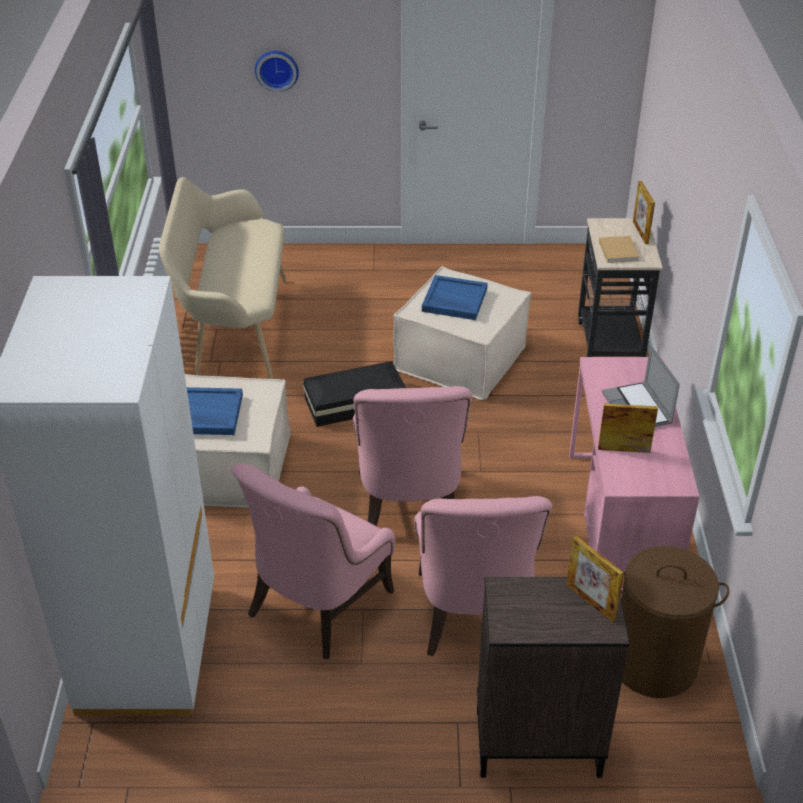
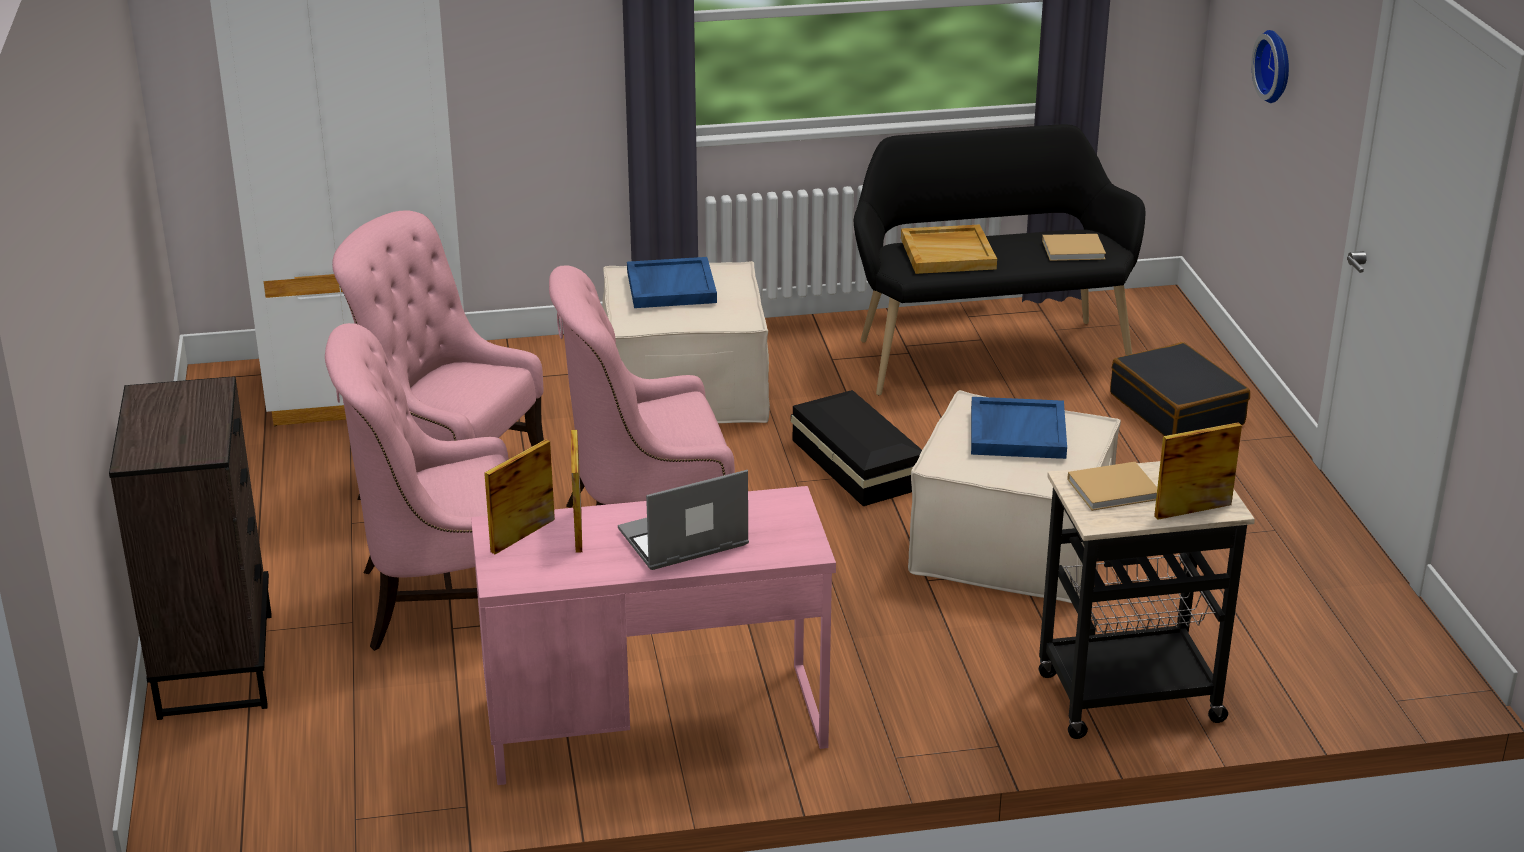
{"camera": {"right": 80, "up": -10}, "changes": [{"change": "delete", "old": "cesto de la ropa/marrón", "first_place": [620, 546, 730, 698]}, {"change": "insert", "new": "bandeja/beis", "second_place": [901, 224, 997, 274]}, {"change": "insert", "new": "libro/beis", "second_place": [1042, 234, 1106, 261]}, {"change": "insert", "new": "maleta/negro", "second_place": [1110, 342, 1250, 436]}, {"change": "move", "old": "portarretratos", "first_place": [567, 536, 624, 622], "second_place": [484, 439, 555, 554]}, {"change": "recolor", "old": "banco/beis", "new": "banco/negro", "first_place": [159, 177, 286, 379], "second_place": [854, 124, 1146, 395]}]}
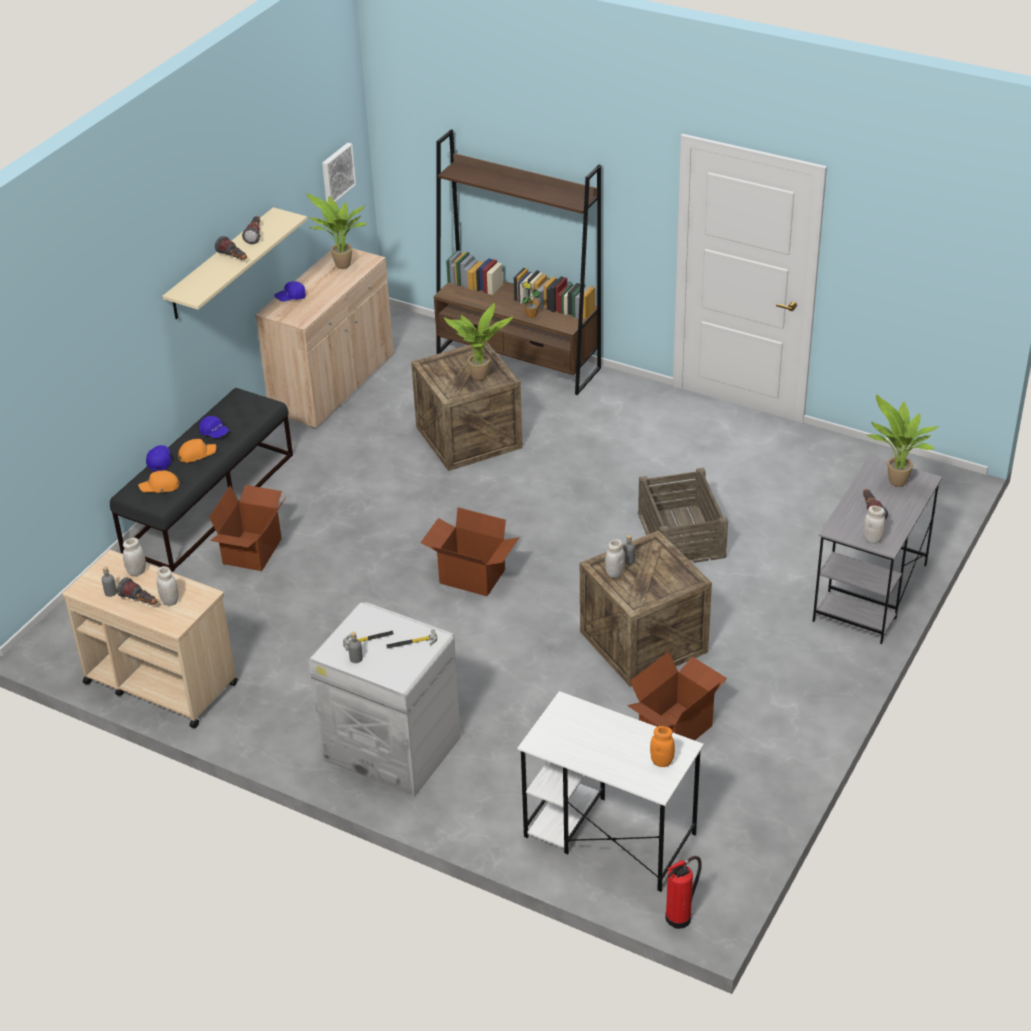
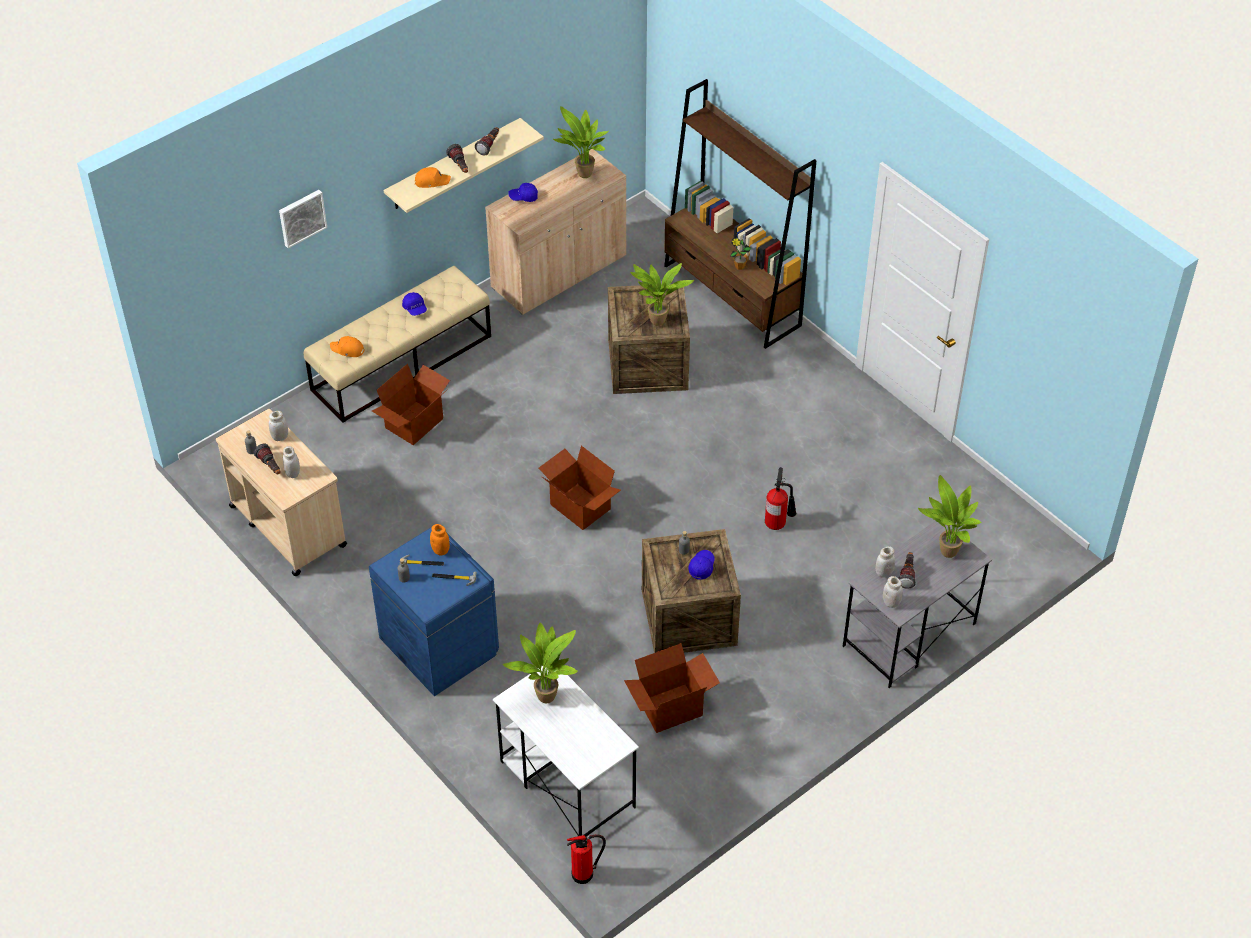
{"camera": {"right": 20, "up": 10}, "changes": [{"change": "insert", "new": "planta en maceta", "second_place": [503, 622, 578, 703]}, {"change": "move", "old": "gorra/azul", "first_place": [146, 445, 171, 471], "second_place": [688, 550, 715, 580]}, {"change": "move", "old": "gorra/naranja", "first_place": [178, 439, 217, 463], "second_place": [415, 167, 451, 188]}, {"change": "move", "old": "cuadro", "first_place": [322, 143, 356, 202], "second_place": [279, 190, 327, 249]}, {"change": "move", "old": "tarro/blanco", "first_place": [605, 539, 625, 578], "second_place": [876, 546, 895, 578]}, {"change": "move", "old": "tarro/naranja", "first_place": [650, 726, 675, 767], "second_place": [430, 524, 450, 555]}, {"change": "replace", "old": "caja de embalaje", "new": "extintor", "first_place": [638, 468, 728, 563], "second_place": [765, 467, 796, 530]}, {"change": "recolor", "old": "banco/negro", "new": "banco/beis", "first_place": [110, 388, 293, 572], "second_place": [304, 266, 491, 423]}, {"change": "recolor", "old": "lavadora/blanco", "new": "lavadora/azul", "first_place": [308, 602, 461, 797], "second_place": [369, 527, 499, 696]}]}
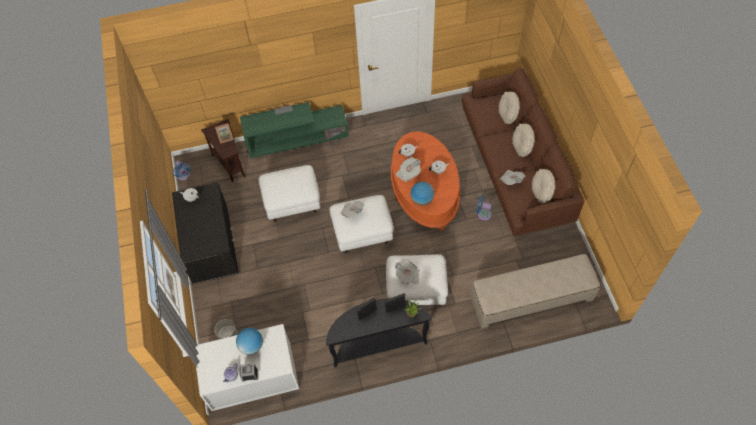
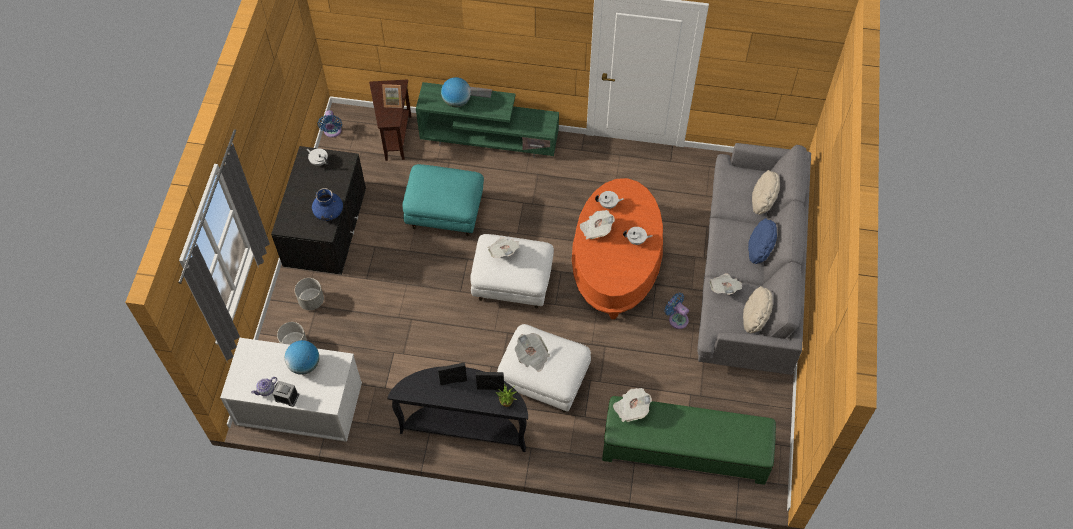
{"camera": {"right": 20, "up": 0}, "changes": [{"change": "insert", "new": "maceta/gris", "second_place": [295, 278, 324, 310]}, {"change": "insert", "new": "florero/azul", "second_place": [312, 188, 343, 221]}, {"change": "insert", "new": "periódico", "second_place": [613, 388, 652, 422]}, {"change": "move", "old": "globo terráqueo", "first_place": [411, 182, 434, 205], "second_place": [441, 77, 471, 107]}, {"change": "recolor", "old": "puf/blanco", "new": "puf/turquesa", "first_place": [259, 165, 320, 222], "second_place": [403, 164, 484, 236]}, {"change": "recolor", "old": "sofá/marrón", "new": "sofá/gris", "first_place": [462, 68, 584, 236], "second_place": [697, 143, 811, 375]}, {"change": "recolor", "old": "banco/beis", "new": "banco/verde", "first_place": [470, 254, 600, 328], "second_place": [602, 396, 776, 485]}, {"change": "recolor", "old": "cojín/beis", "new": "cojín/azul", "first_place": [512, 124, 535, 157], "second_place": [748, 218, 777, 264]}]}
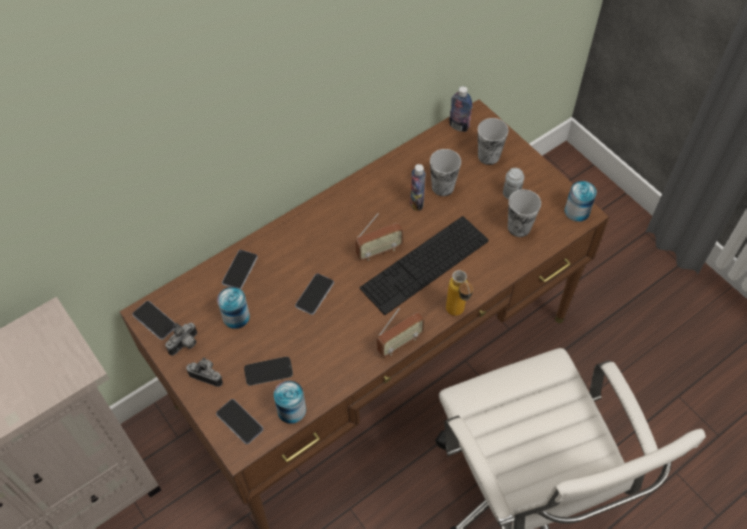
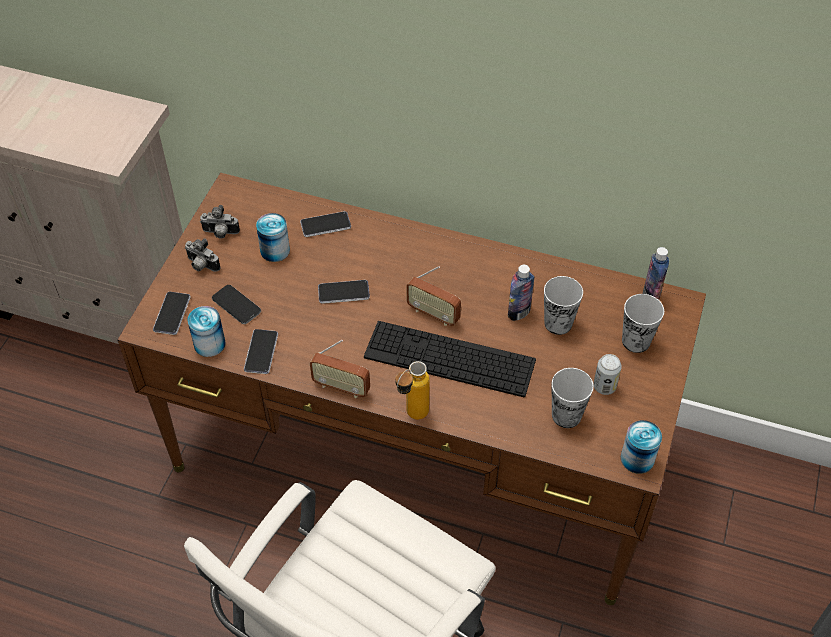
{"camera": {"right": 55, "up": -5}, "changes": [{"change": "move", "old": "móvil", "first_place": [132, 301, 175, 340], "second_place": [244, 329, 278, 374]}, {"change": "rotate", "old": "cámara", "first_place": [186, 357, 223, 387], "second_place": [185, 238, 220, 272], "degrees": 135}]}
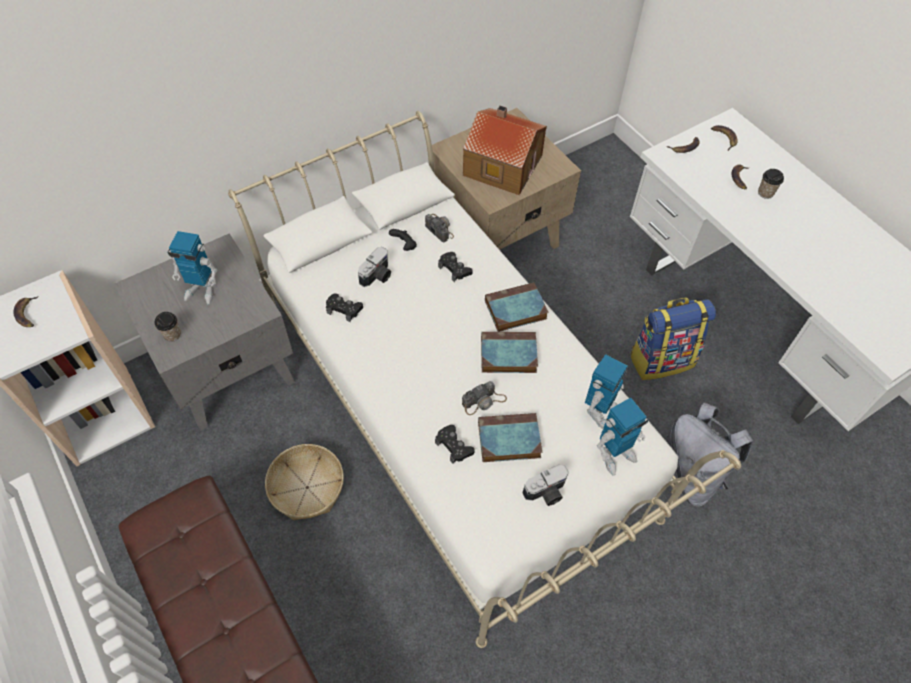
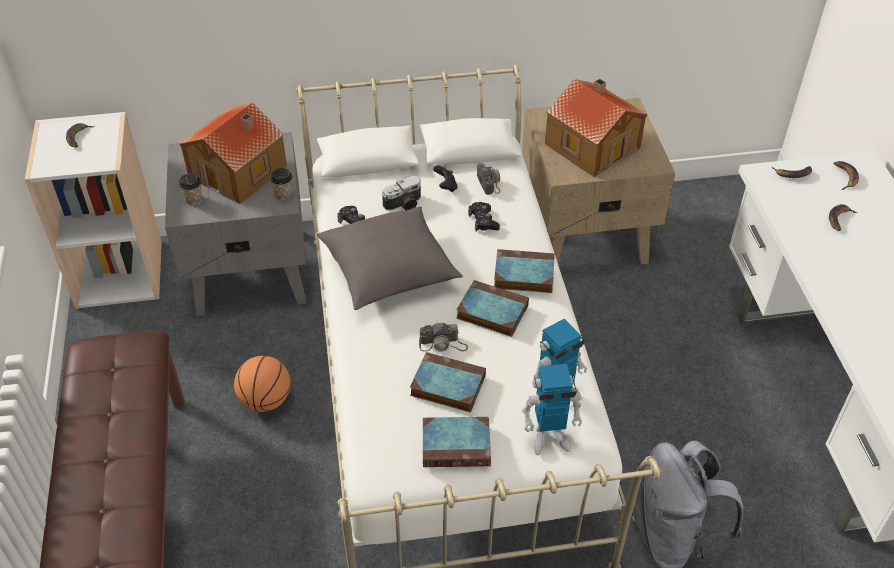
{"camera": {"right": 25, "up": -10}, "changes": [{"change": "delete", "old": "mando de consola/negro", "first_place": [435, 425, 475, 464]}, {"change": "delete", "old": "mochila", "first_place": [630, 297, 716, 380]}, {"change": "insert", "new": "cojín/gris", "second_place": [317, 207, 463, 310]}, {"change": "move", "old": "taza", "first_place": [758, 169, 784, 199], "second_place": [270, 168, 292, 200]}, {"change": "replace", "old": "robot de juguete", "new": "casita", "first_place": [167, 231, 217, 304], "second_place": [180, 102, 287, 204]}, {"change": "replace", "old": "cesta", "new": "balón de baloncesto", "first_place": [265, 444, 344, 520], "second_place": [234, 356, 291, 412]}, {"change": "replace", "old": "cámara", "new": "libro", "first_place": [522, 465, 569, 506], "second_place": [423, 417, 491, 467]}]}
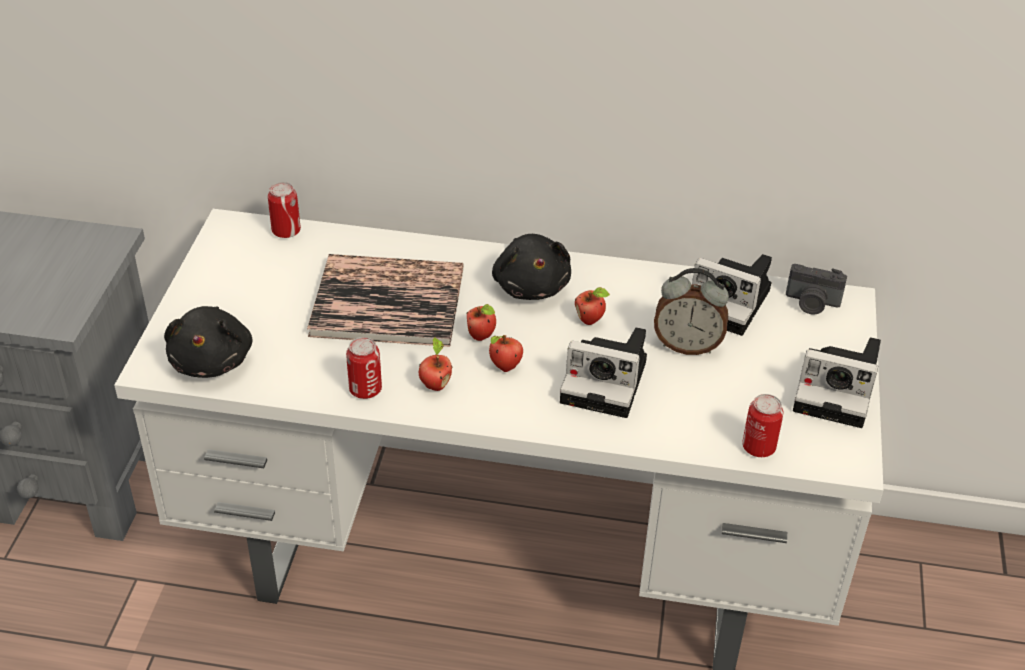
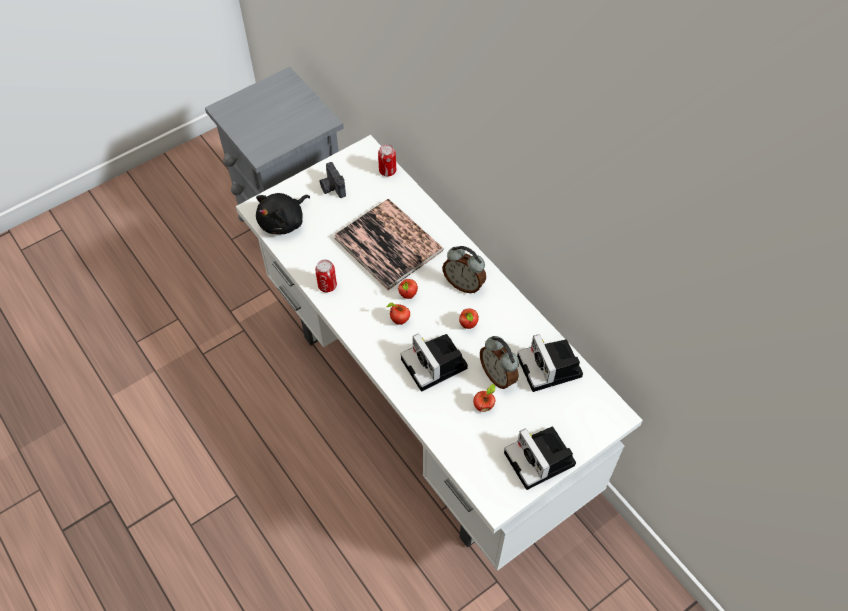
{"camera": {"right": 45, "up": 15}, "changes": [{"change": "delete", "old": "lata", "first_place": [742, 394, 784, 457]}, {"change": "move", "old": "manzana", "first_place": [419, 337, 452, 391], "second_place": [473, 384, 495, 412]}, {"change": "move", "old": "cámara", "first_place": [786, 264, 847, 315], "second_place": [320, 162, 346, 198]}, {"change": "replace", "old": "peluche/negro", "new": "despertador", "first_place": [492, 234, 571, 300], "second_place": [442, 246, 486, 293]}]}
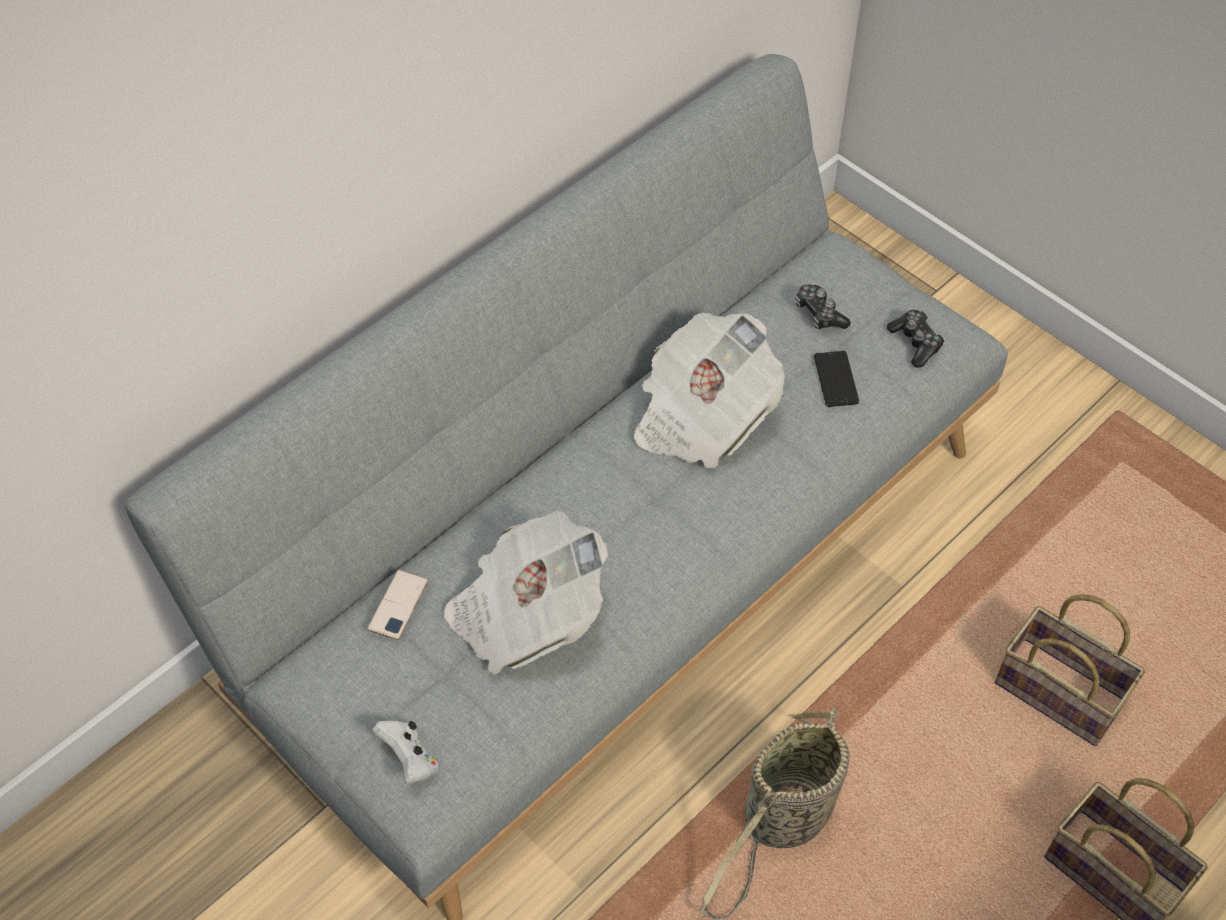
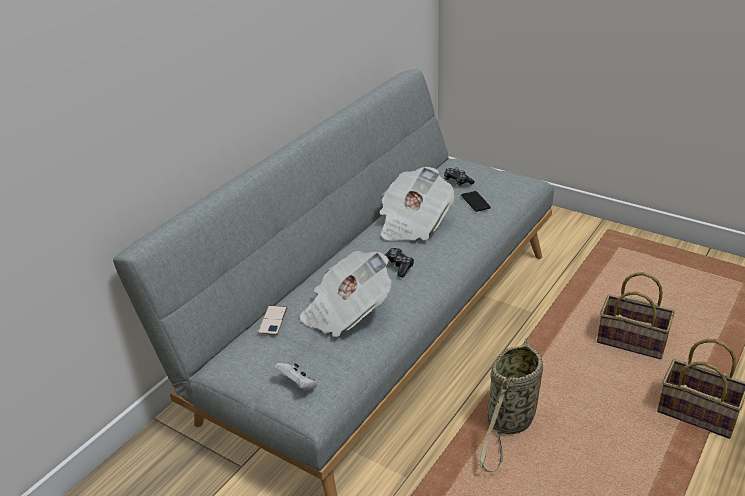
{"camera": {"right": -10, "up": -20}, "changes": [{"change": "move", "old": "mando de consola", "first_place": [887, 310, 945, 368], "second_place": [385, 248, 414, 277]}]}
